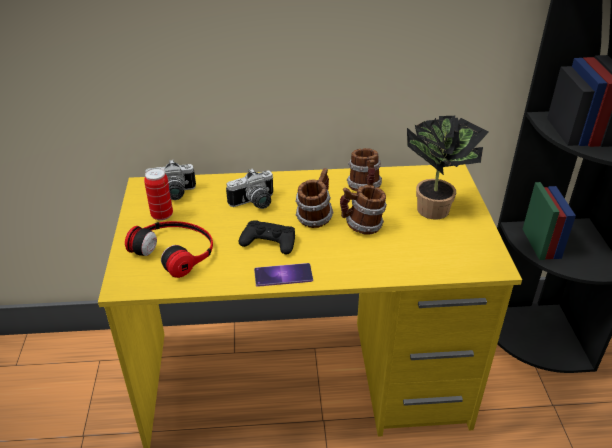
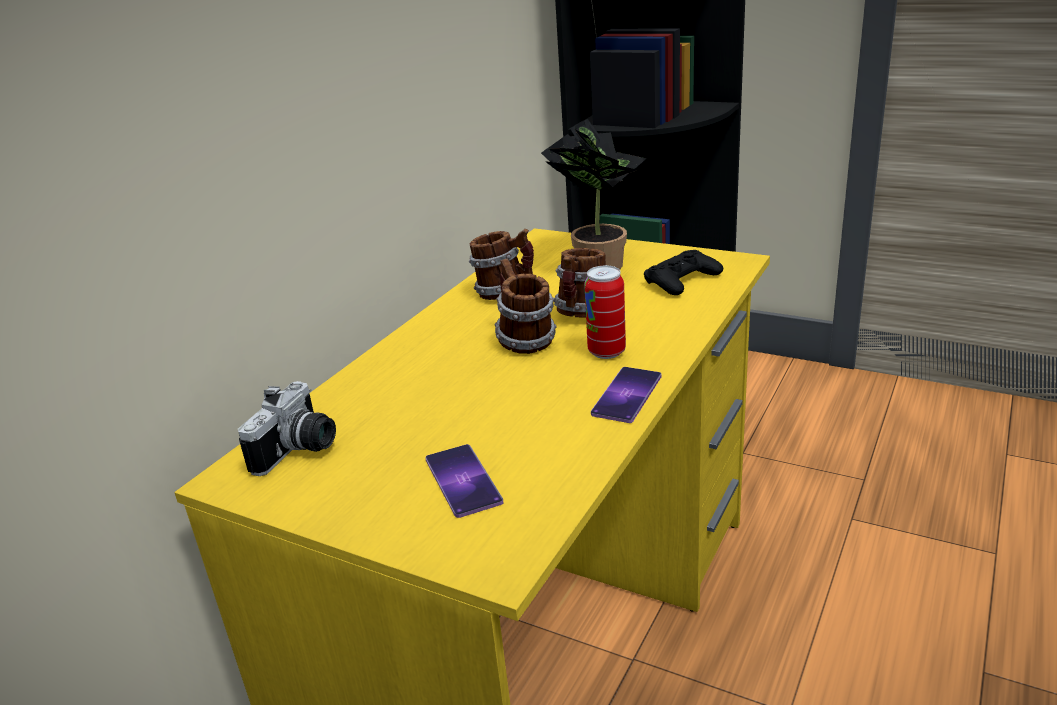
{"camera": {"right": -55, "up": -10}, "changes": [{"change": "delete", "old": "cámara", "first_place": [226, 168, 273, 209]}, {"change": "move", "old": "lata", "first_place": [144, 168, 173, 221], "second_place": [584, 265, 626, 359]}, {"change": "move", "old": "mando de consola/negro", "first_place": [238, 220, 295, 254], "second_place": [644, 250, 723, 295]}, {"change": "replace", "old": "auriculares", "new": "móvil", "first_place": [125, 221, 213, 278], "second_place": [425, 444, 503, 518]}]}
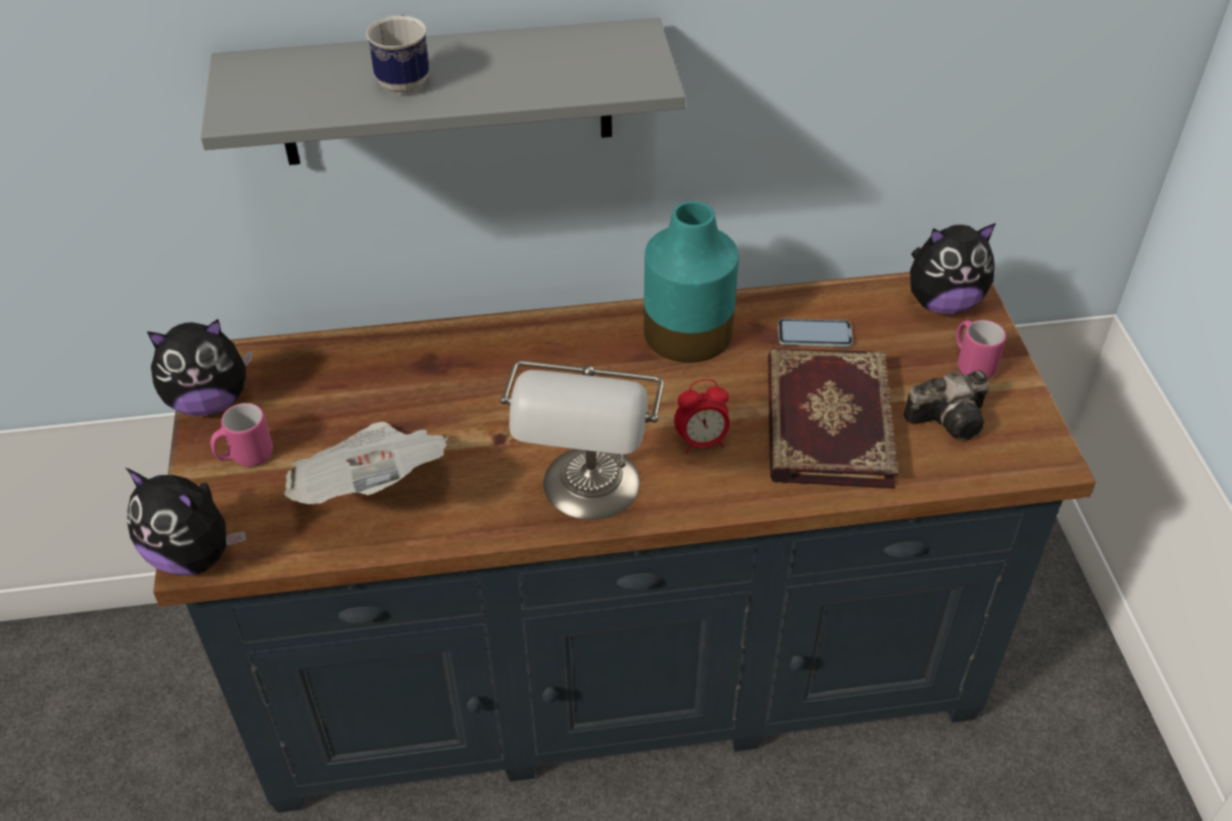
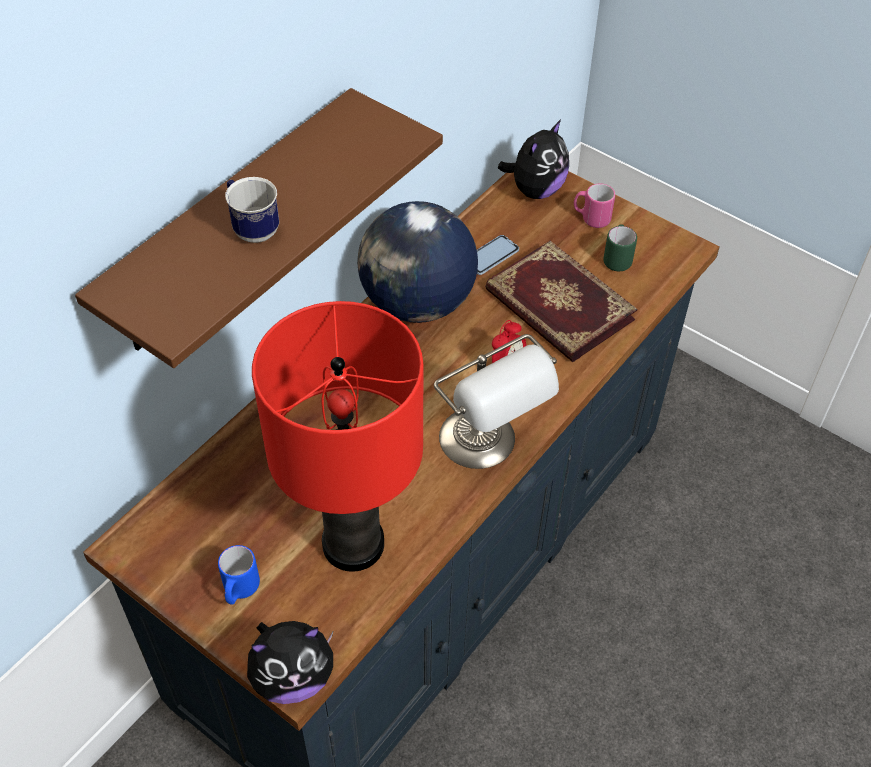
{"camera": {"right": -45, "up": 5}, "changes": [{"change": "delete", "old": "peluche", "first_place": [147, 319, 252, 416]}, {"change": "replace", "old": "periódico", "new": "lámpara de mesa/rojo", "first_place": [284, 422, 448, 504], "second_place": [252, 301, 423, 572]}, {"change": "replace", "old": "florero/turquesa", "new": "globo terráqueo", "first_place": [644, 201, 739, 363], "second_place": [357, 201, 478, 323]}, {"change": "replace", "old": "cámara", "new": "taza grande/verde", "first_place": [904, 370, 989, 441], "second_place": [603, 224, 637, 271]}, {"change": "recolor", "old": "estante/gris", "new": "estante/marrón", "first_place": [201, 18, 685, 165], "second_place": [75, 88, 443, 368]}, {"change": "recolor", "old": "taza grande/rosa", "new": "taza grande/azul", "first_place": [211, 403, 273, 467], "second_place": [218, 545, 260, 605]}]}
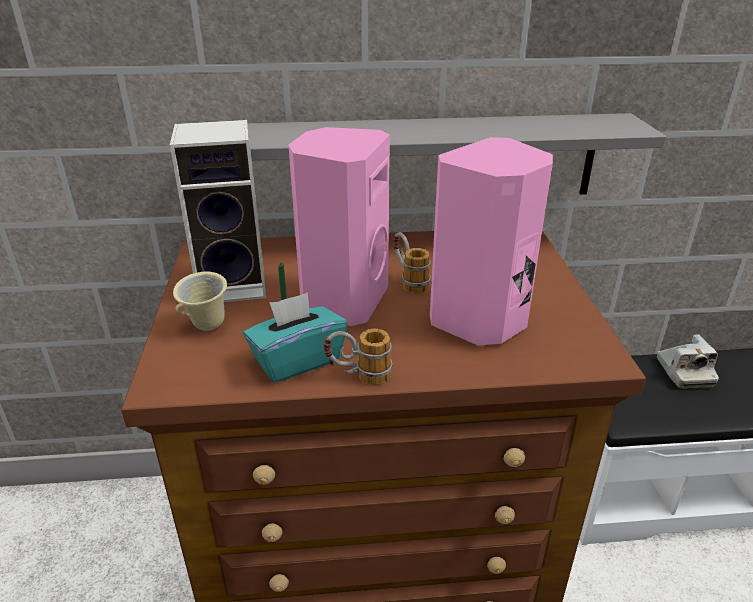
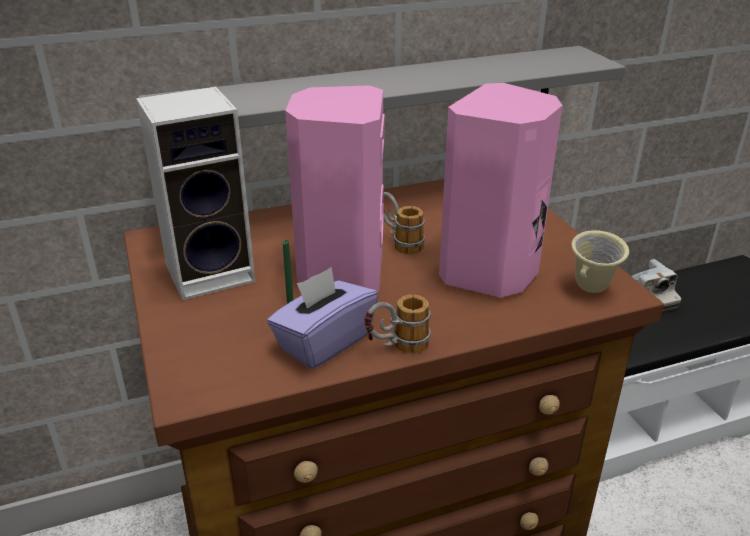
{"camera": {"right": -15, "up": 0}, "changes": [{"change": "move", "old": "taza grande/beis", "first_place": [173, 271, 227, 331], "second_place": [571, 230, 629, 293]}, {"change": "recolor", "old": "caja de pañuelos/turquesa", "new": "caja de pañuelos/morado", "first_place": [243, 292, 348, 383], "second_place": [267, 267, 378, 369]}]}
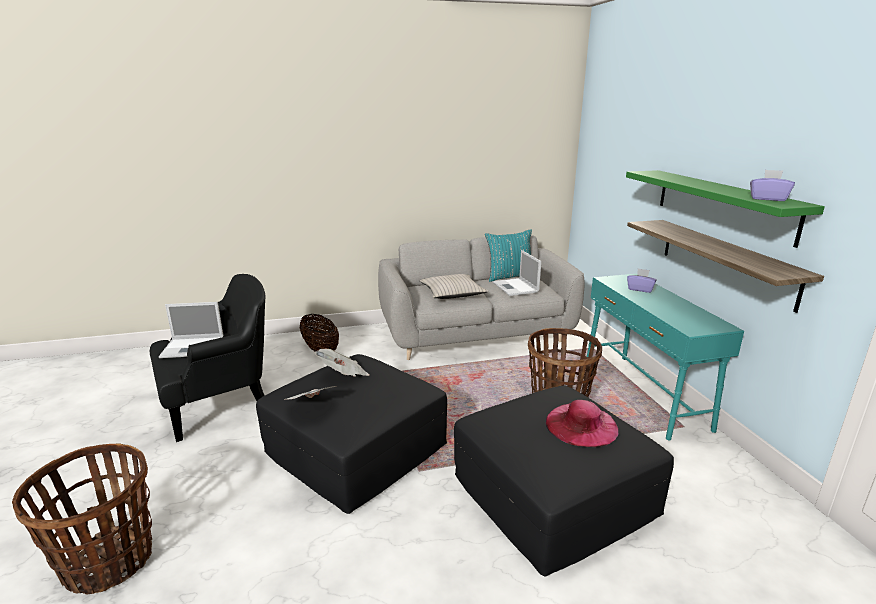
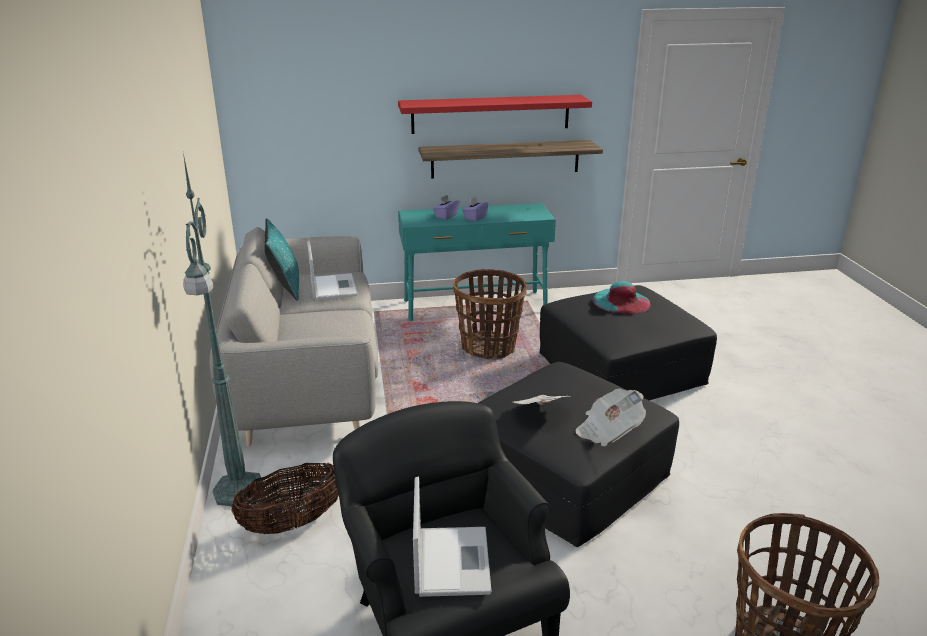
{"camera": {"right": -85, "up": 5}, "changes": [{"change": "delete", "old": "cojín/beis", "first_place": [420, 274, 489, 299]}, {"change": "insert", "new": "lámpara de pie/verde", "second_place": [183, 153, 261, 506]}, {"change": "move", "old": "caja de pañuelos/morado", "first_place": [750, 170, 795, 201], "second_place": [462, 197, 489, 222]}, {"change": "recolor", "old": "sombrero/rosa", "new": "sombrero/turquesa", "first_place": [546, 400, 619, 447], "second_place": [592, 281, 651, 315]}, {"change": "recolor", "old": "estante/verde", "new": "estante/rojo", "first_place": [626, 170, 825, 248], "second_place": [398, 95, 592, 134]}, {"change": "rotate", "old": "portátil", "first_place": [492, 250, 541, 296], "second_place": [307, 241, 357, 300], "degrees": -90}]}
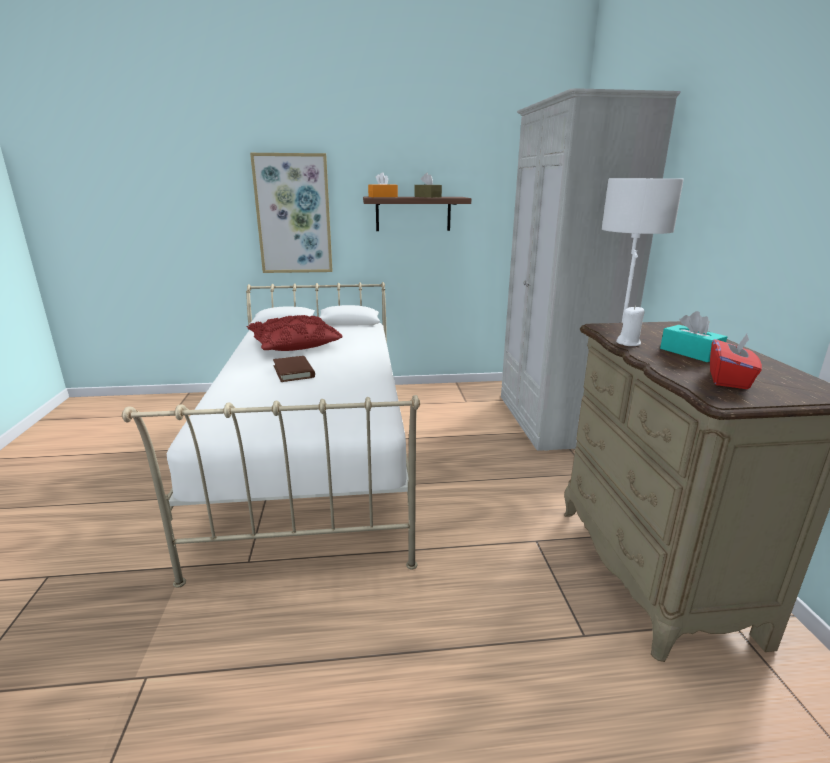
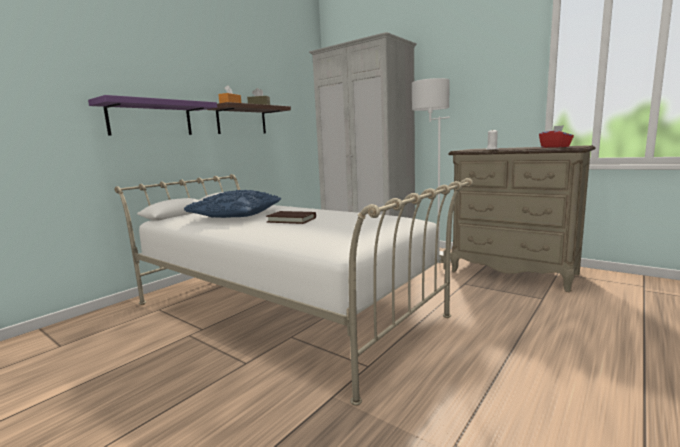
{"camera": {"right": -45, "up": -10}, "changes": [{"change": "delete", "old": "caja de pañuelos/turquesa", "first_place": [660, 311, 727, 362]}, {"change": "replace", "old": "cuadro", "new": "estante/morado", "first_place": [250, 153, 332, 273], "second_place": [88, 95, 217, 136]}, {"change": "recolor", "old": "cojín/rojo", "new": "cojín/azul", "first_place": [246, 315, 343, 351], "second_place": [184, 190, 281, 218]}]}
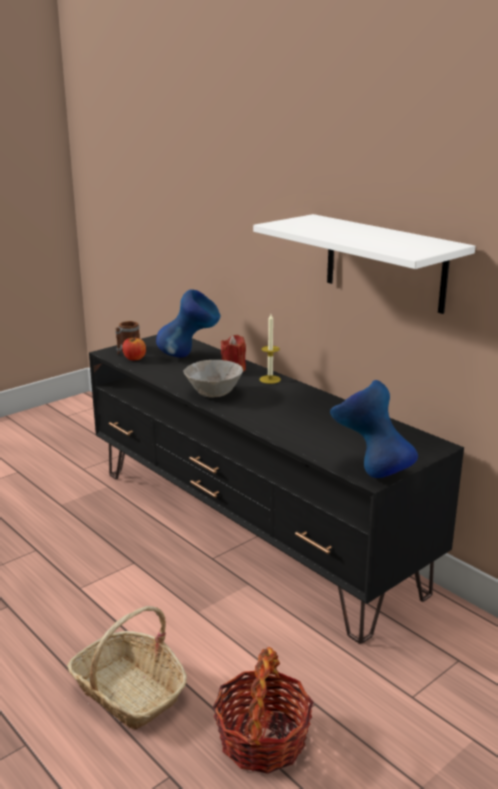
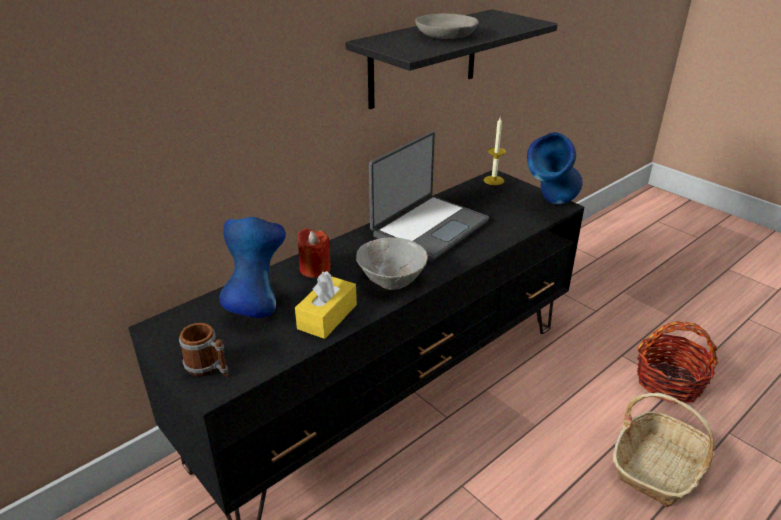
{"camera": {"right": -90, "up": 10}, "changes": [{"change": "delete", "old": "manzana", "first_place": [122, 336, 146, 360]}, {"change": "insert", "new": "caja de pañuelos/amarillo", "second_place": [295, 271, 357, 339]}, {"change": "insert", "new": "portátil", "second_place": [369, 132, 489, 261]}, {"change": "insert", "new": "cuenco/gris", "second_place": [415, 13, 479, 39]}, {"change": "move", "old": "vela", "first_place": [260, 314, 281, 384], "second_place": [484, 117, 506, 185]}, {"change": "recolor", "old": "estante/blanco", "new": "estante/negro", "first_place": [253, 214, 476, 314], "second_place": [345, 9, 558, 109]}]}
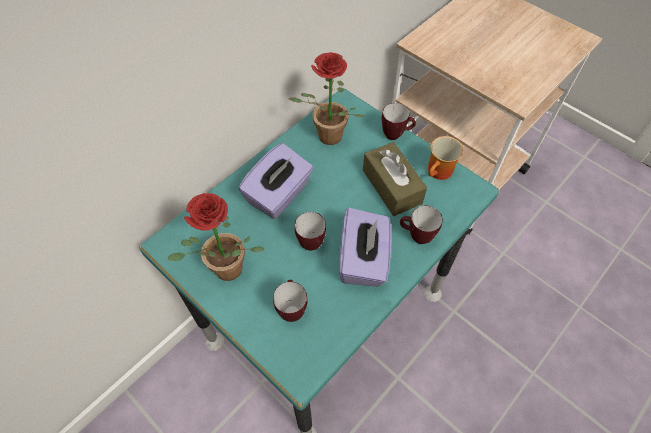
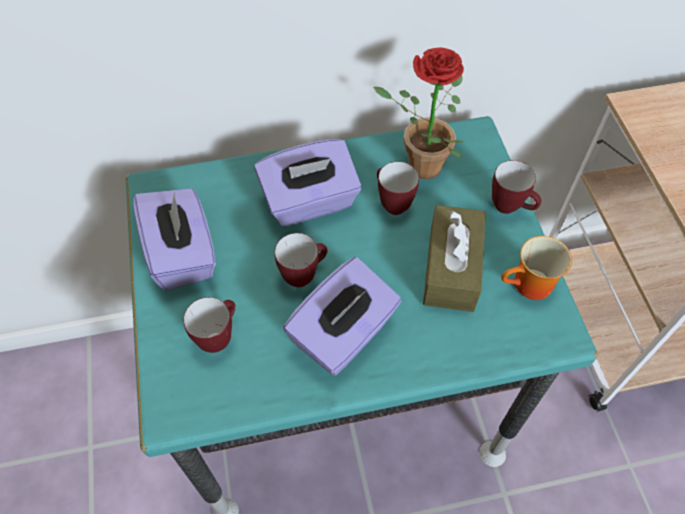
{"camera": {"right": 35, "up": 0}, "changes": [{"change": "move", "old": "taza grande", "first_place": [400, 206, 443, 244], "second_place": [377, 162, 419, 215]}, {"change": "replace", "old": "planta en maceta", "new": "caja de pañuelos/morado", "first_place": [168, 193, 265, 281], "second_place": [133, 188, 216, 290]}]}
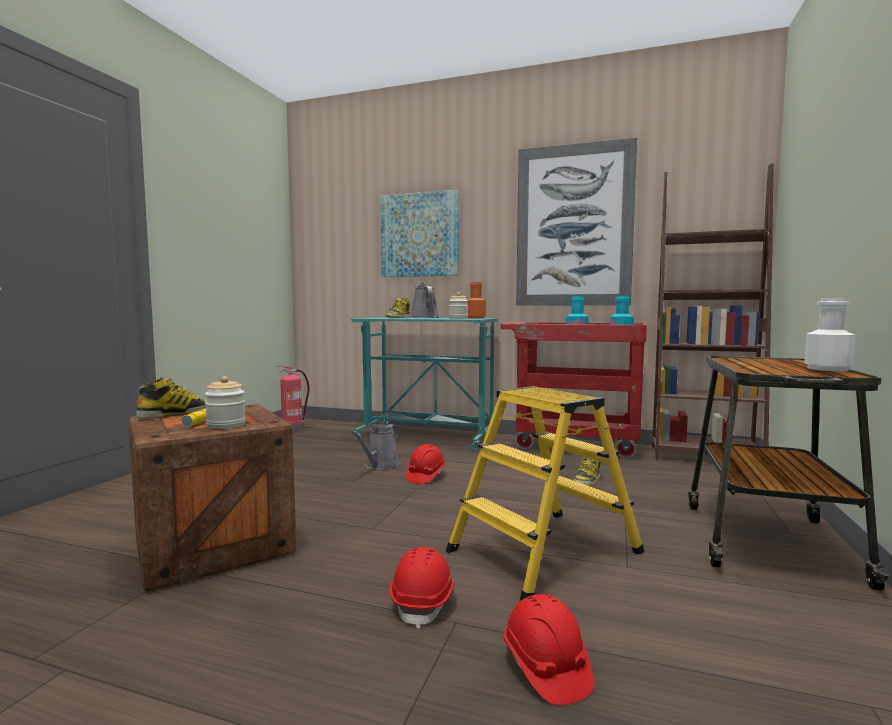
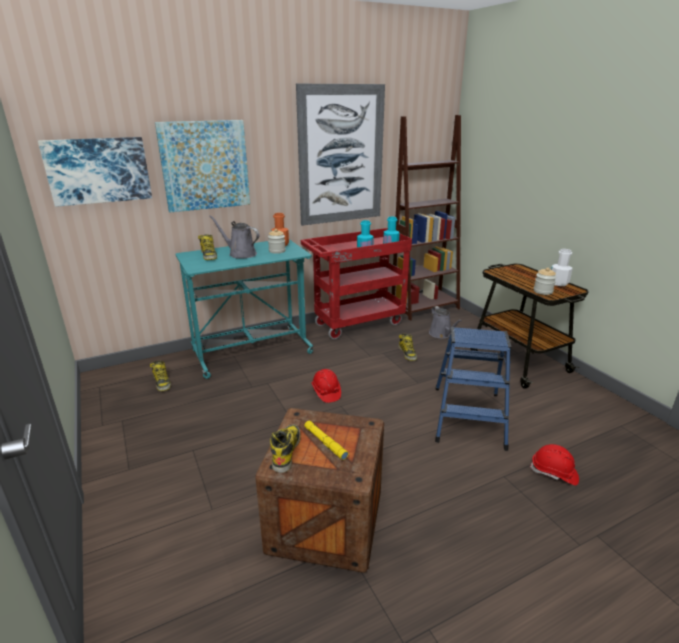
{"camera": {"right": -45, "up": 20}, "changes": [{"change": "delete", "old": "extintor", "first_place": [277, 366, 309, 433]}, {"change": "delete", "old": "casco/rojo", "first_place": [390, 547, 455, 628]}, {"change": "insert", "new": "cuadro", "second_place": [38, 137, 152, 207]}, {"change": "insert", "new": "bota", "second_place": [150, 361, 171, 391]}, {"change": "move", "old": "tarro", "first_place": [205, 376, 246, 429], "second_place": [534, 268, 556, 295]}, {"change": "move", "old": "regadera/gris", "first_place": [351, 424, 401, 470], "second_place": [429, 306, 462, 339]}, {"change": "recolor", "old": "escalera de tijera/amarillo", "new": "escalera de tijera/azul", "first_place": [446, 386, 645, 602], "second_place": [435, 327, 512, 451]}]}
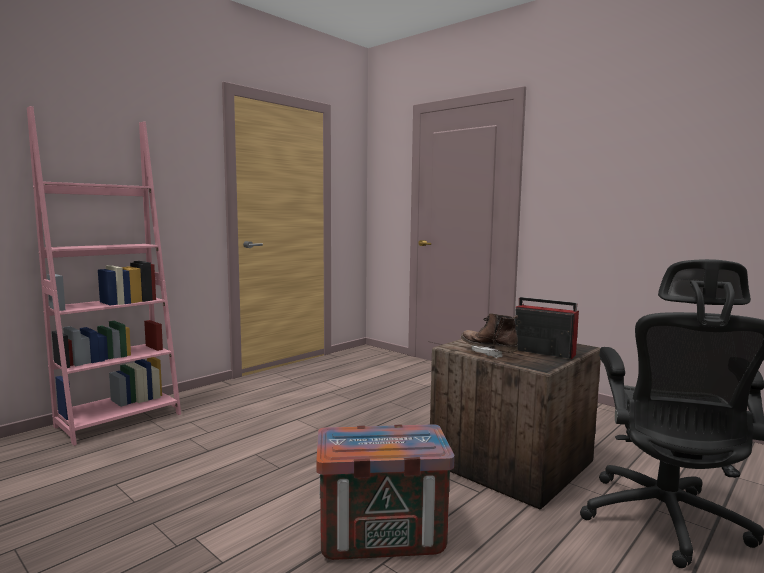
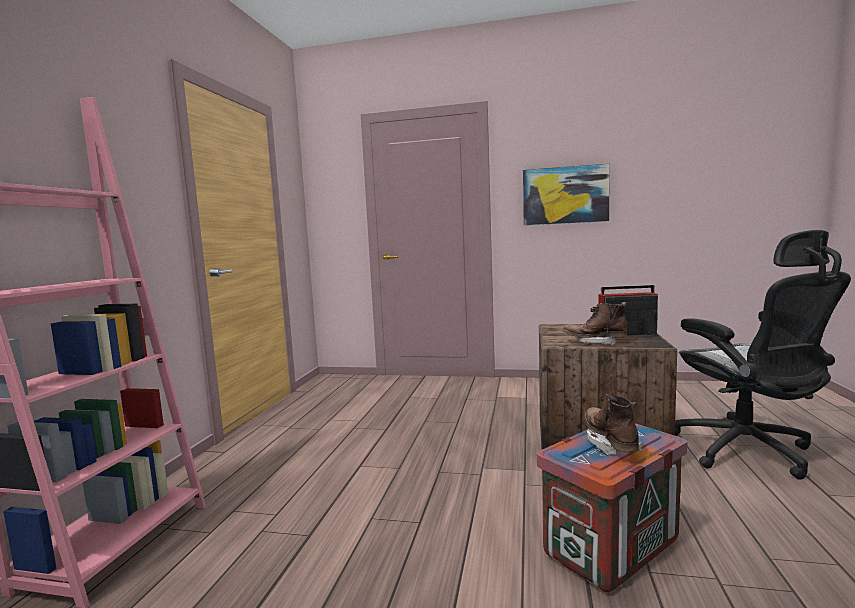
{"camera": {"right": -30, "up": 0}, "changes": [{"change": "insert", "new": "cuadro", "second_place": [523, 164, 610, 225]}, {"change": "insert", "new": "bota/marrón", "second_place": [584, 393, 642, 455]}]}
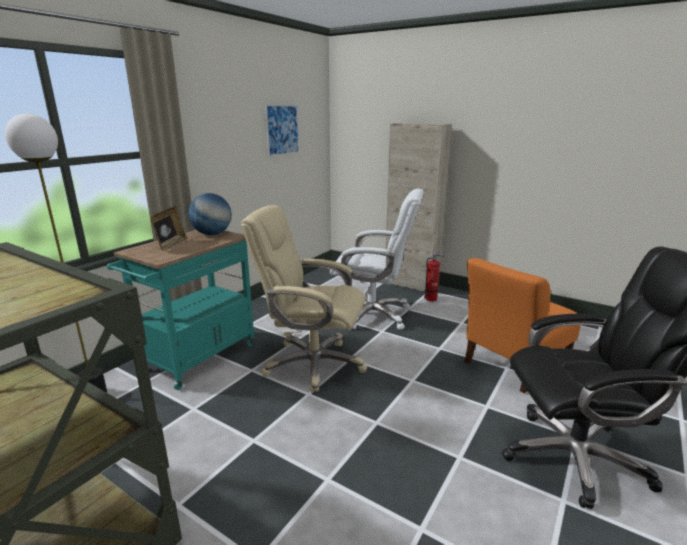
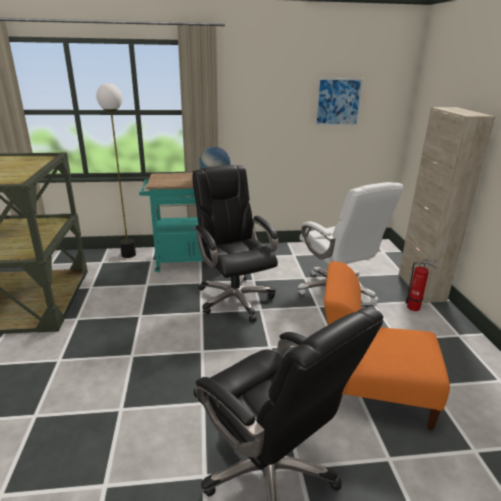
{"camera": {"right": 50, "up": 5}, "changes": [{"change": "delete", "old": "portarretratos", "first_place": [150, 206, 187, 251]}, {"change": "recolor", "old": "silla de oficina/beis", "new": "silla de oficina/negro", "first_place": [241, 205, 367, 392], "second_place": [192, 165, 278, 322]}]}
